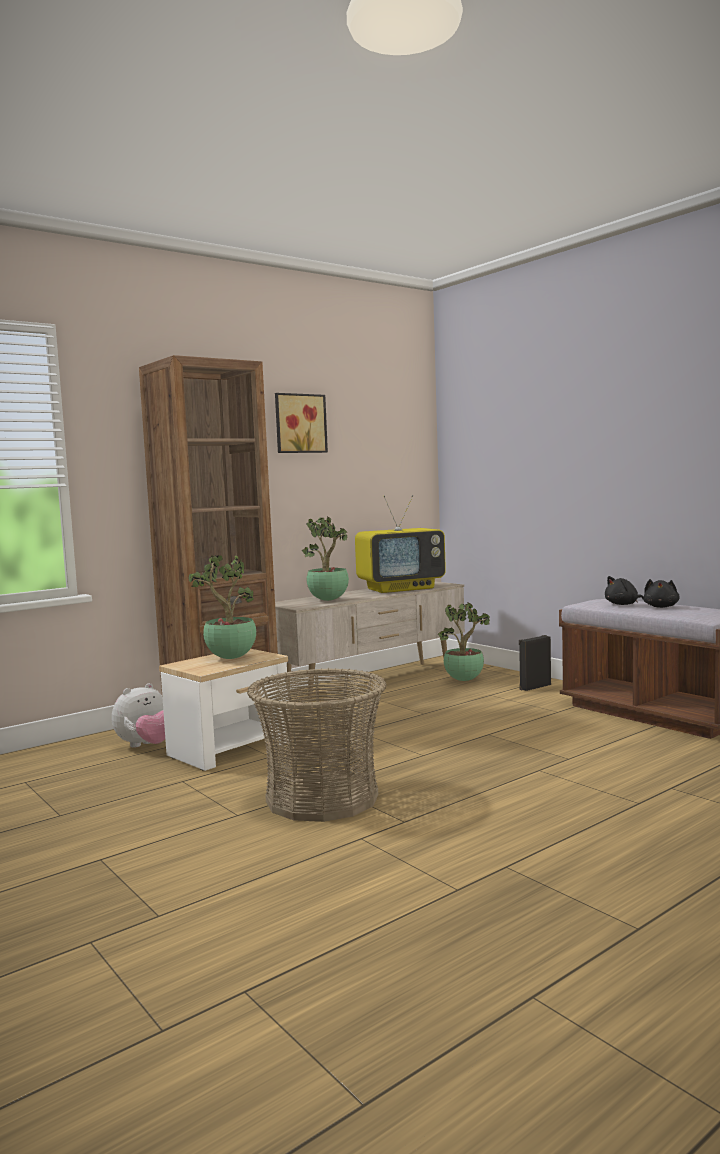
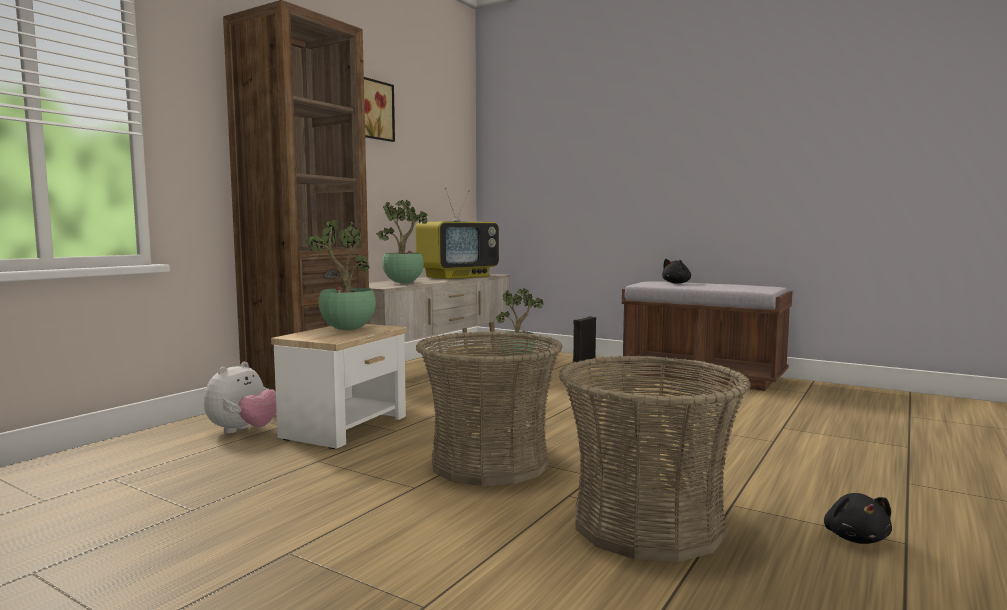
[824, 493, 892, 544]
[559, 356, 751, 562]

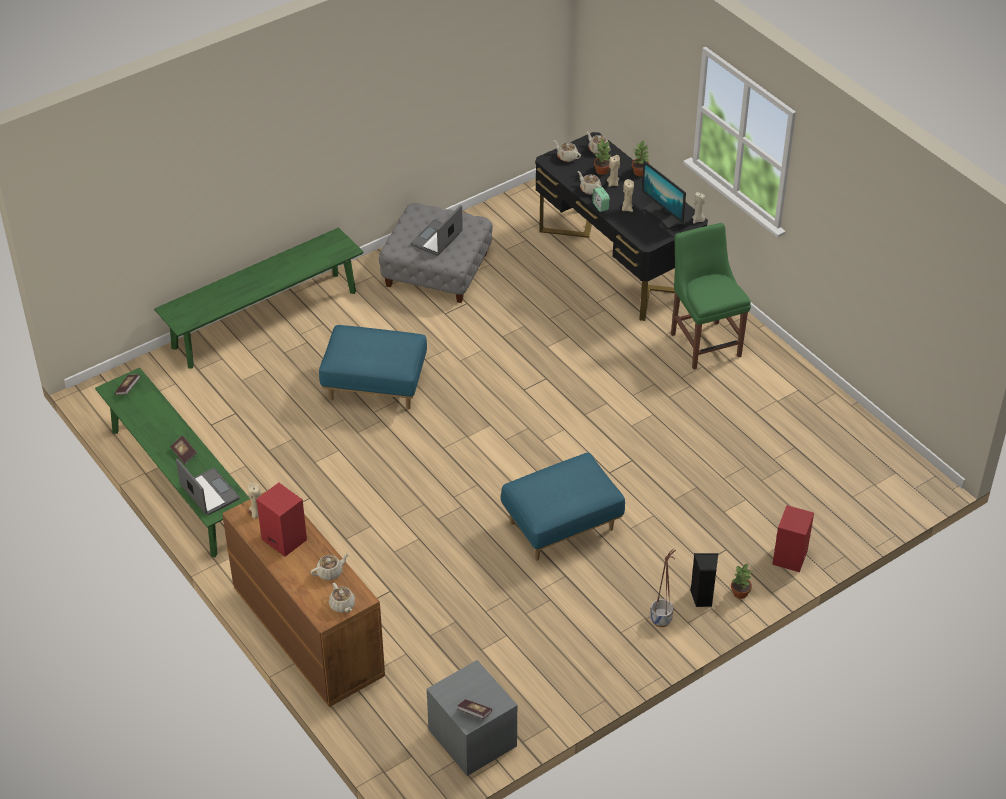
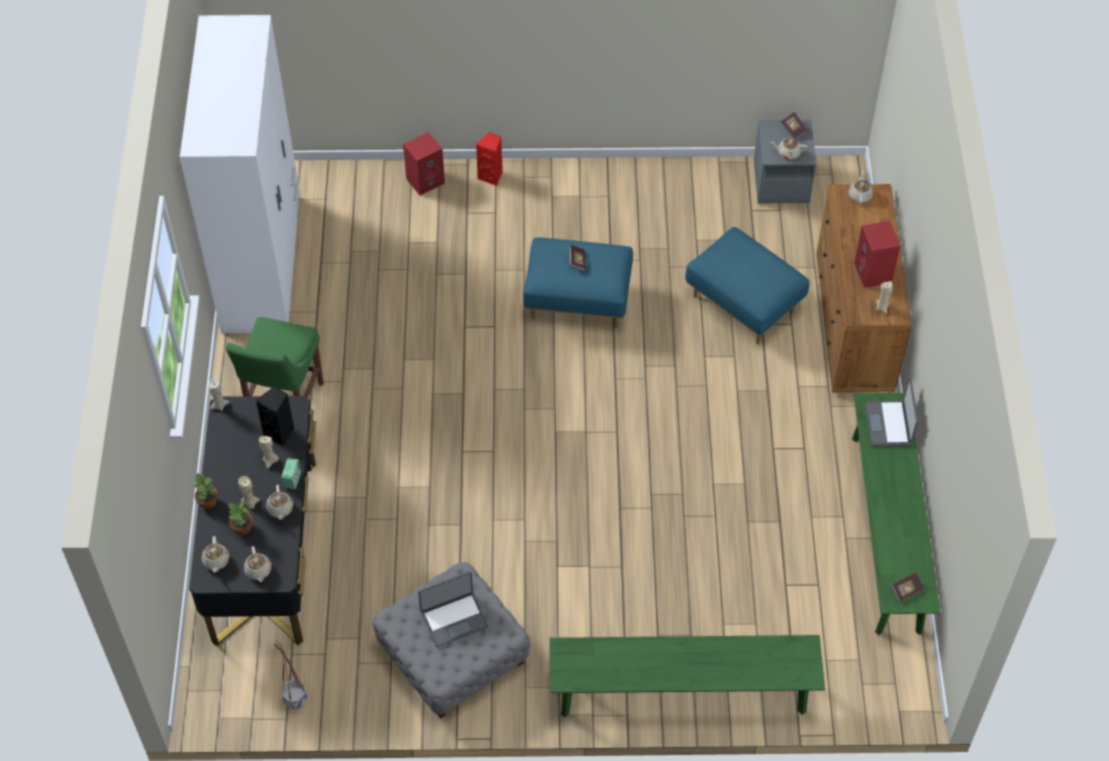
[569, 245, 586, 271]
[771, 137, 808, 160]
[685, 227, 809, 344]
[642, 161, 686, 229] (first image)
[275, 641, 307, 709]
[256, 386, 295, 447]
[476, 132, 503, 186]
[179, 15, 300, 333]

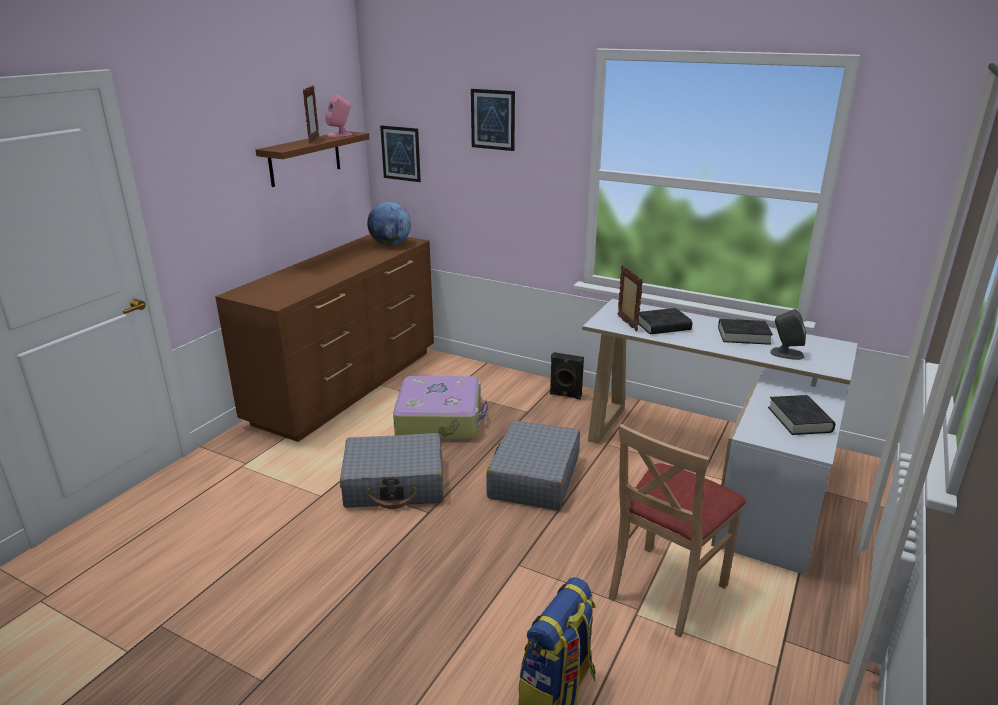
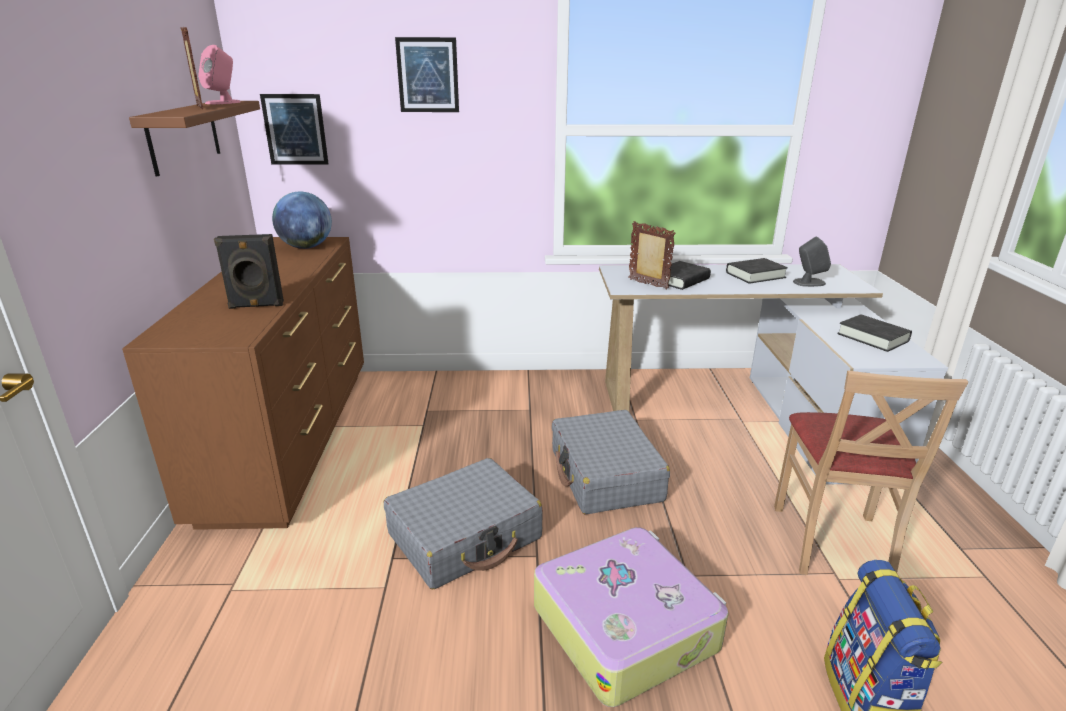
[534, 527, 729, 707]
[214, 234, 284, 309]

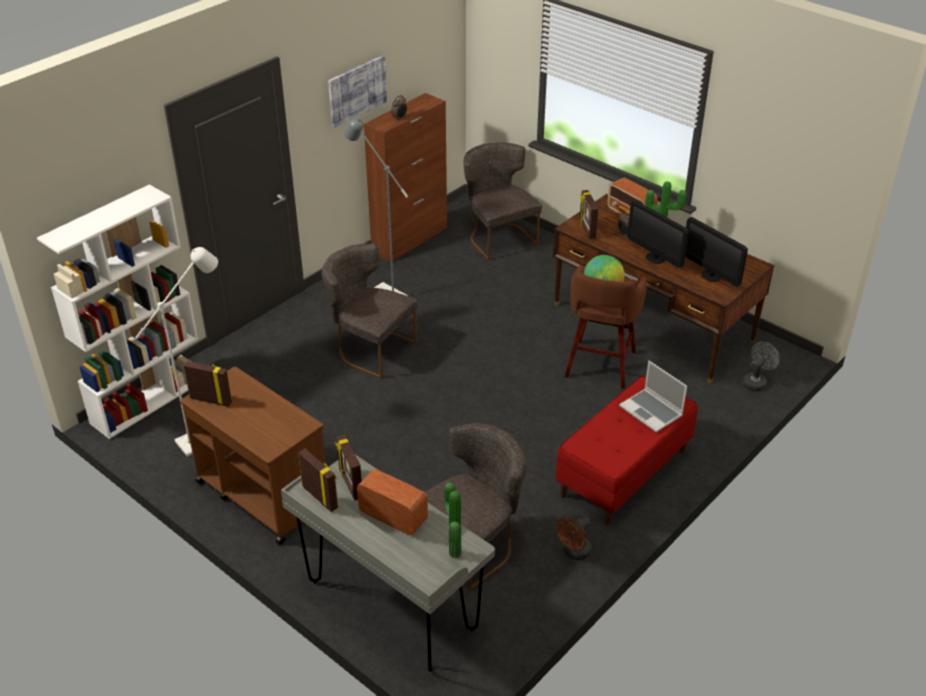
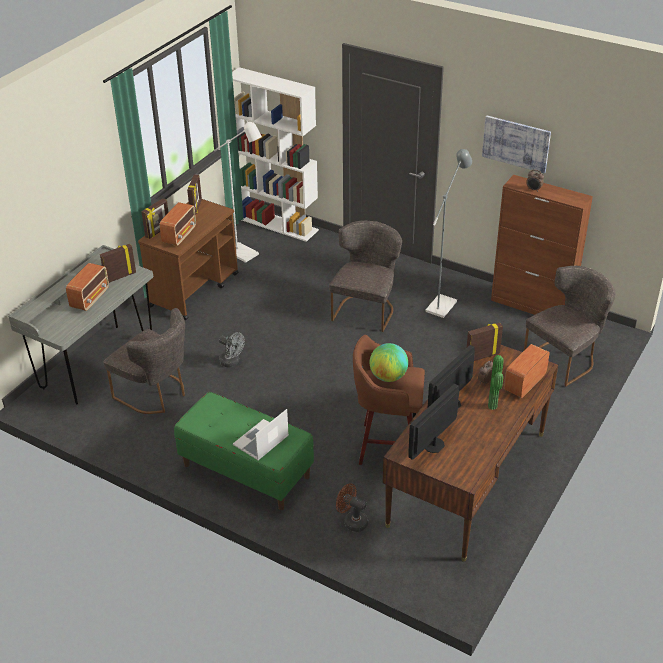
[141, 198, 168, 239]
[444, 483, 461, 558] (first image)
[174, 392, 314, 510]
[336, 483, 368, 532]
[219, 332, 245, 368]
[160, 202, 196, 246]

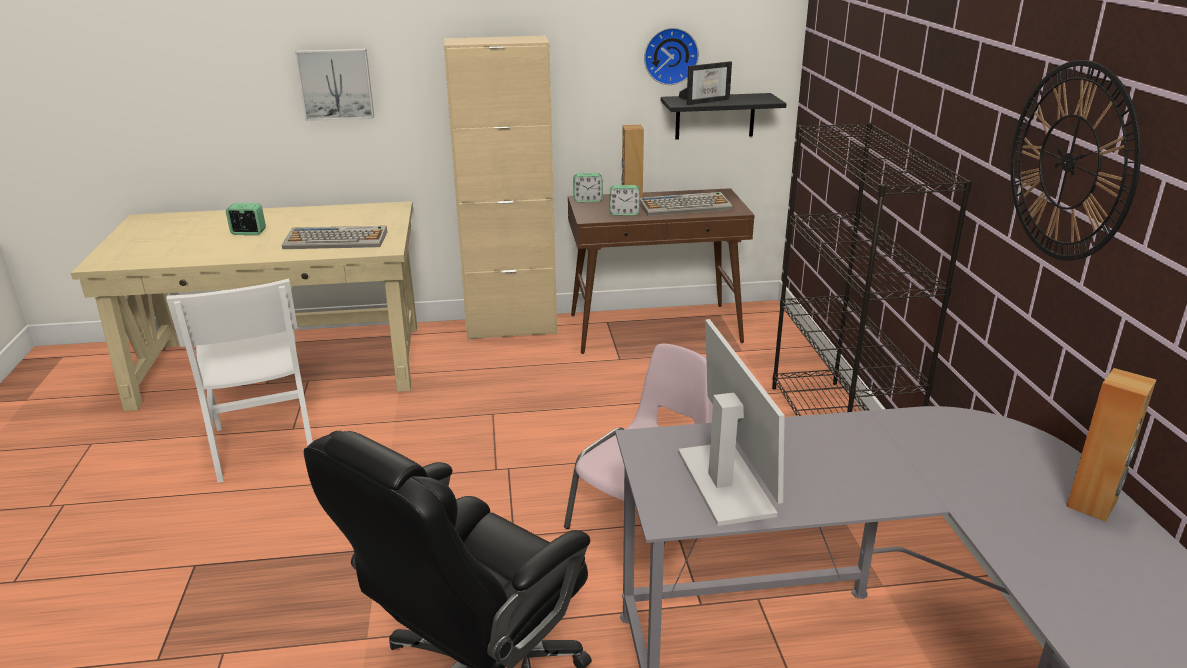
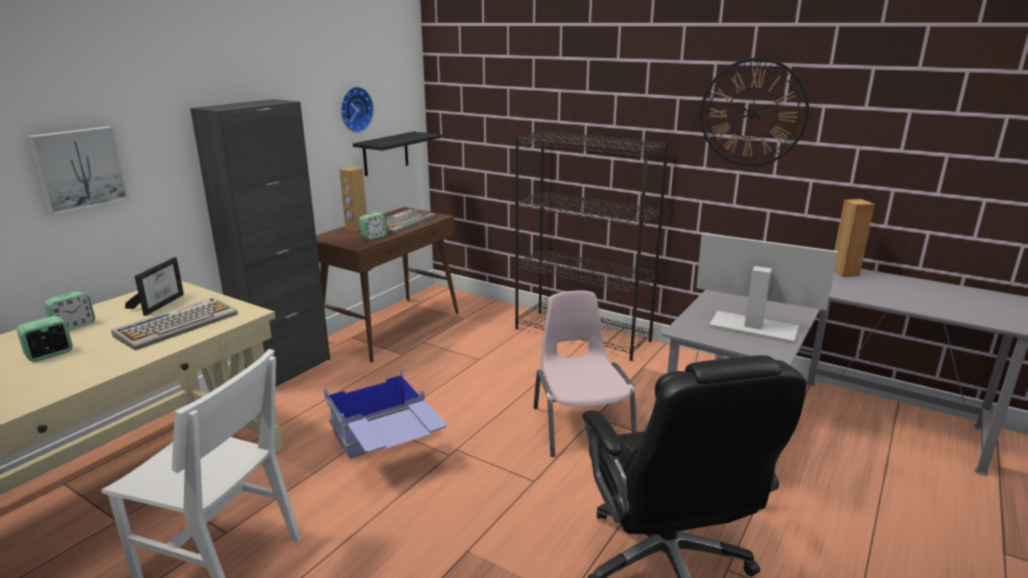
[190, 99, 330, 387]
[44, 291, 95, 331]
[125, 257, 184, 316]
[324, 368, 447, 459]

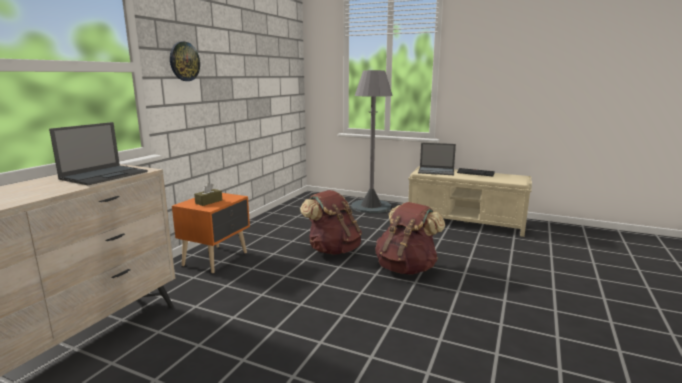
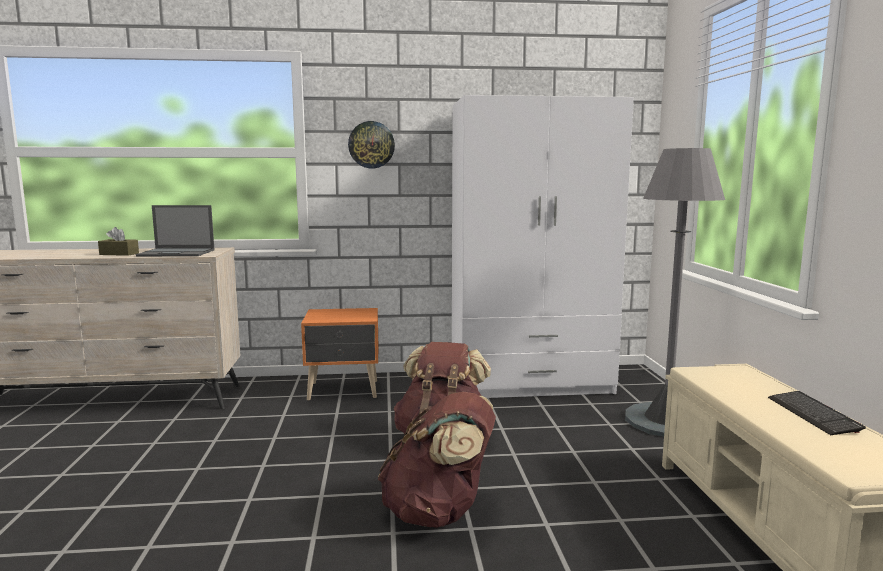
[98, 227, 139, 256]
[418, 143, 456, 175] (first image)
[452, 95, 634, 398]

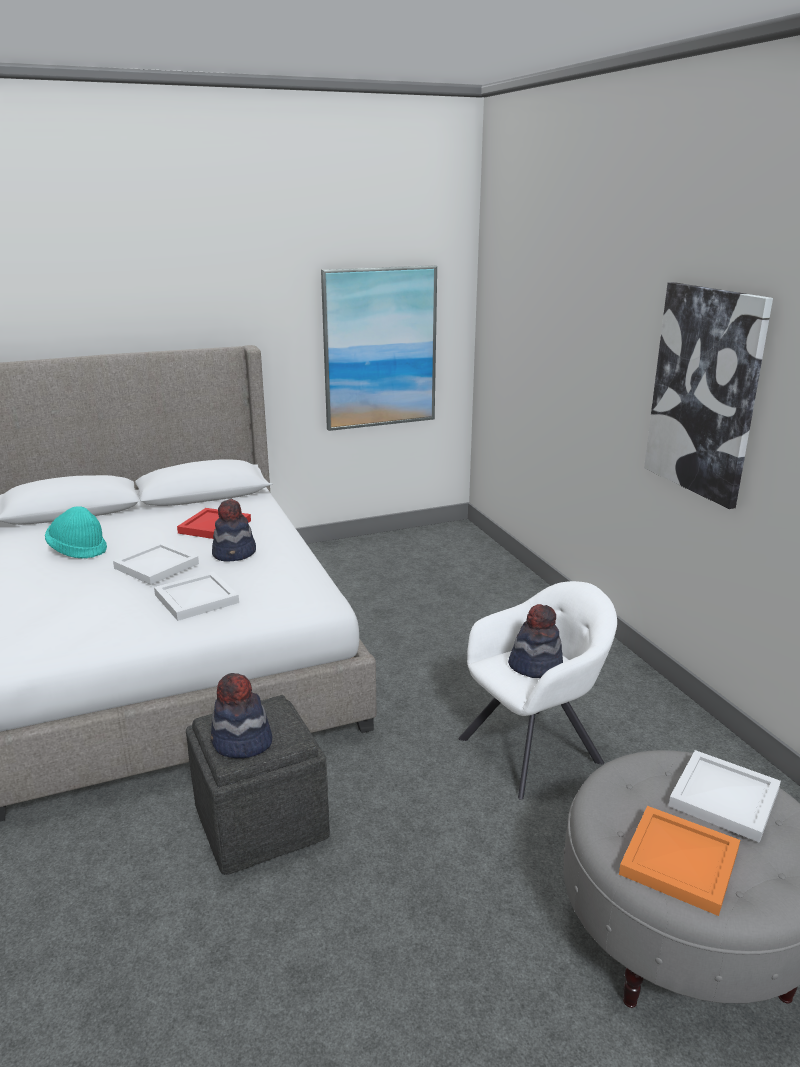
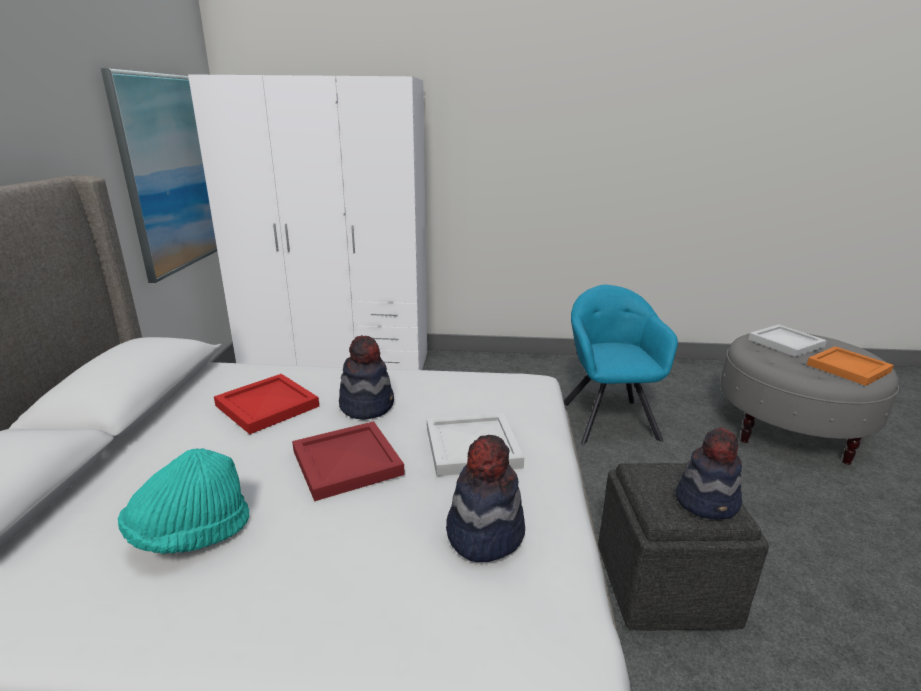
[292, 421, 405, 501]
[564, 285, 678, 445]
[446, 435, 525, 562]
[644, 282, 773, 509] (first image)
[188, 74, 427, 370]

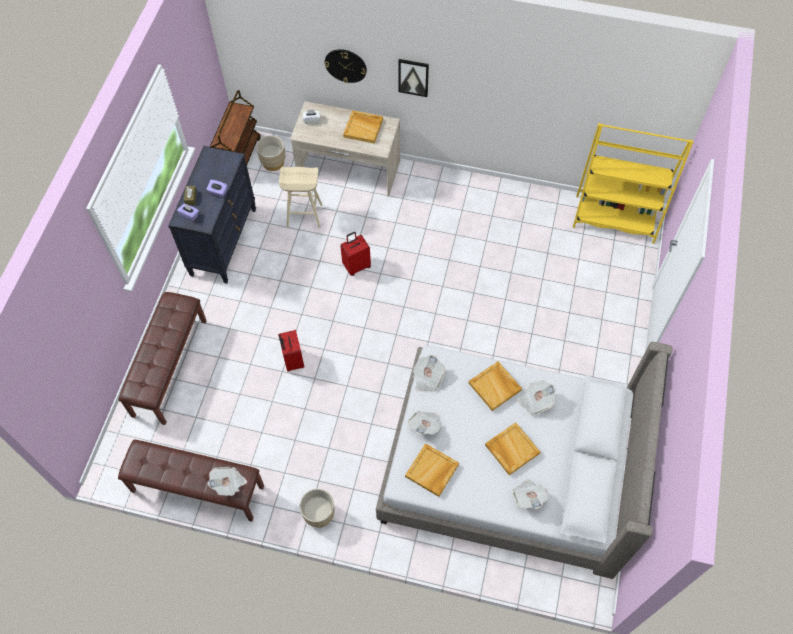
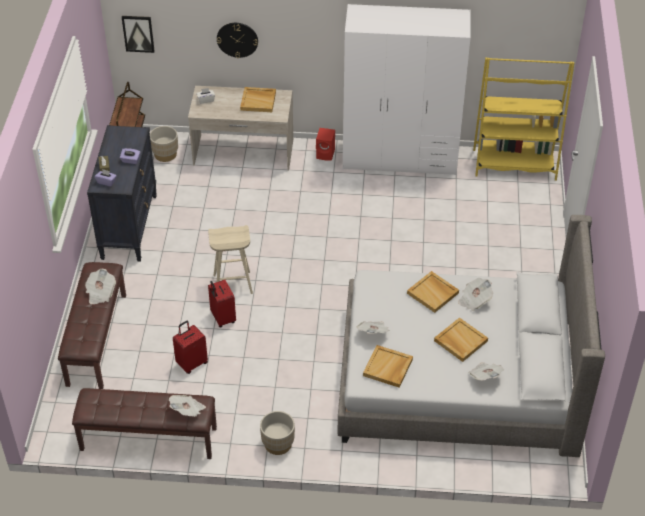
[208, 225, 253, 294]
[173, 321, 208, 374]
[122, 16, 155, 53]
[85, 269, 116, 304]
[316, 128, 335, 161]
[343, 4, 471, 175]

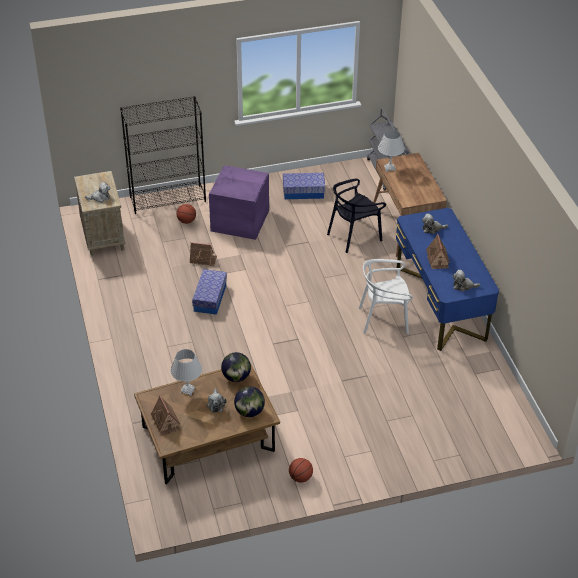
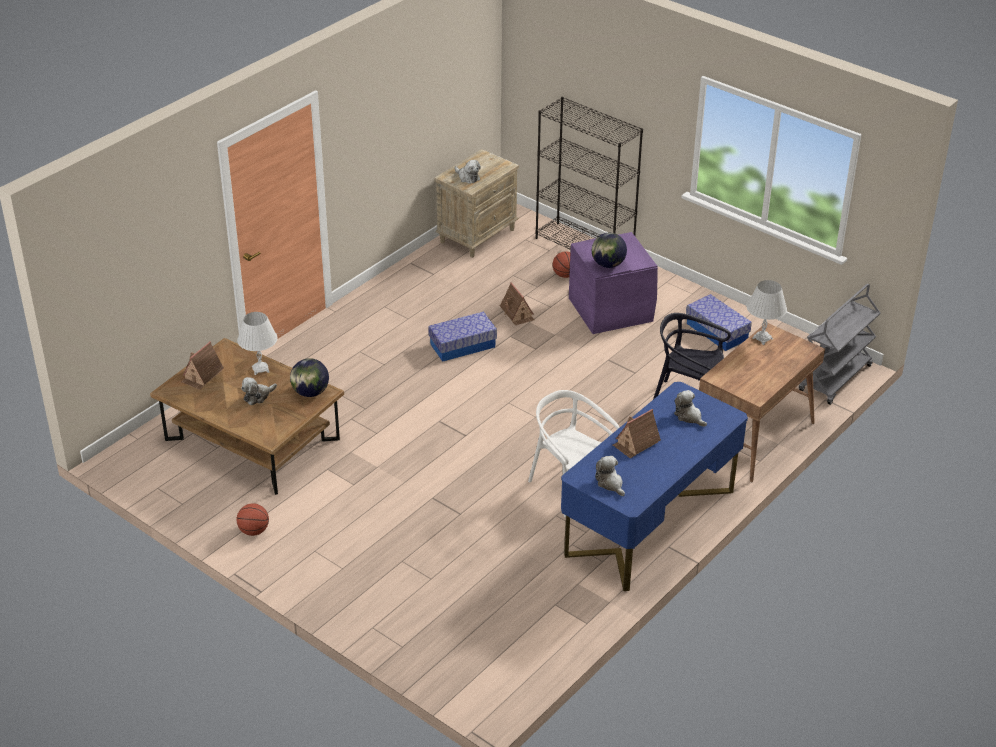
[592, 233, 627, 268]

